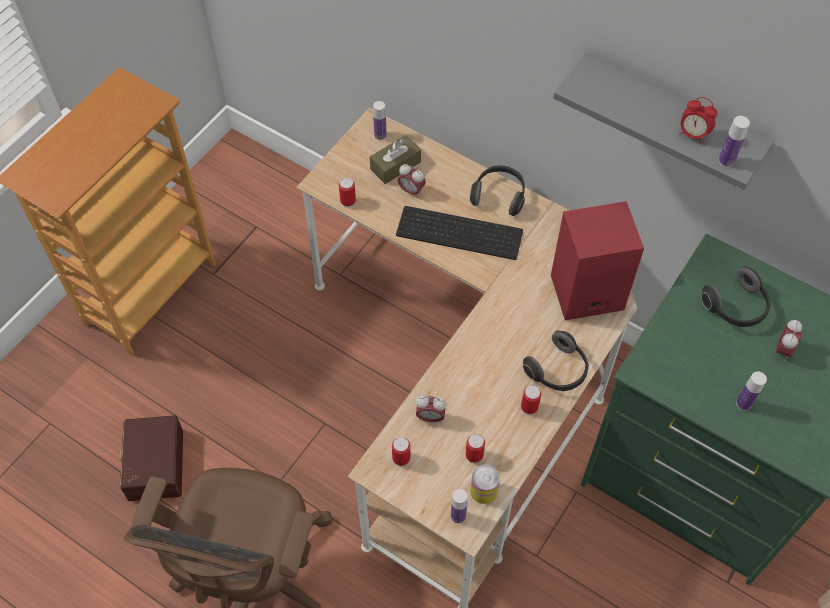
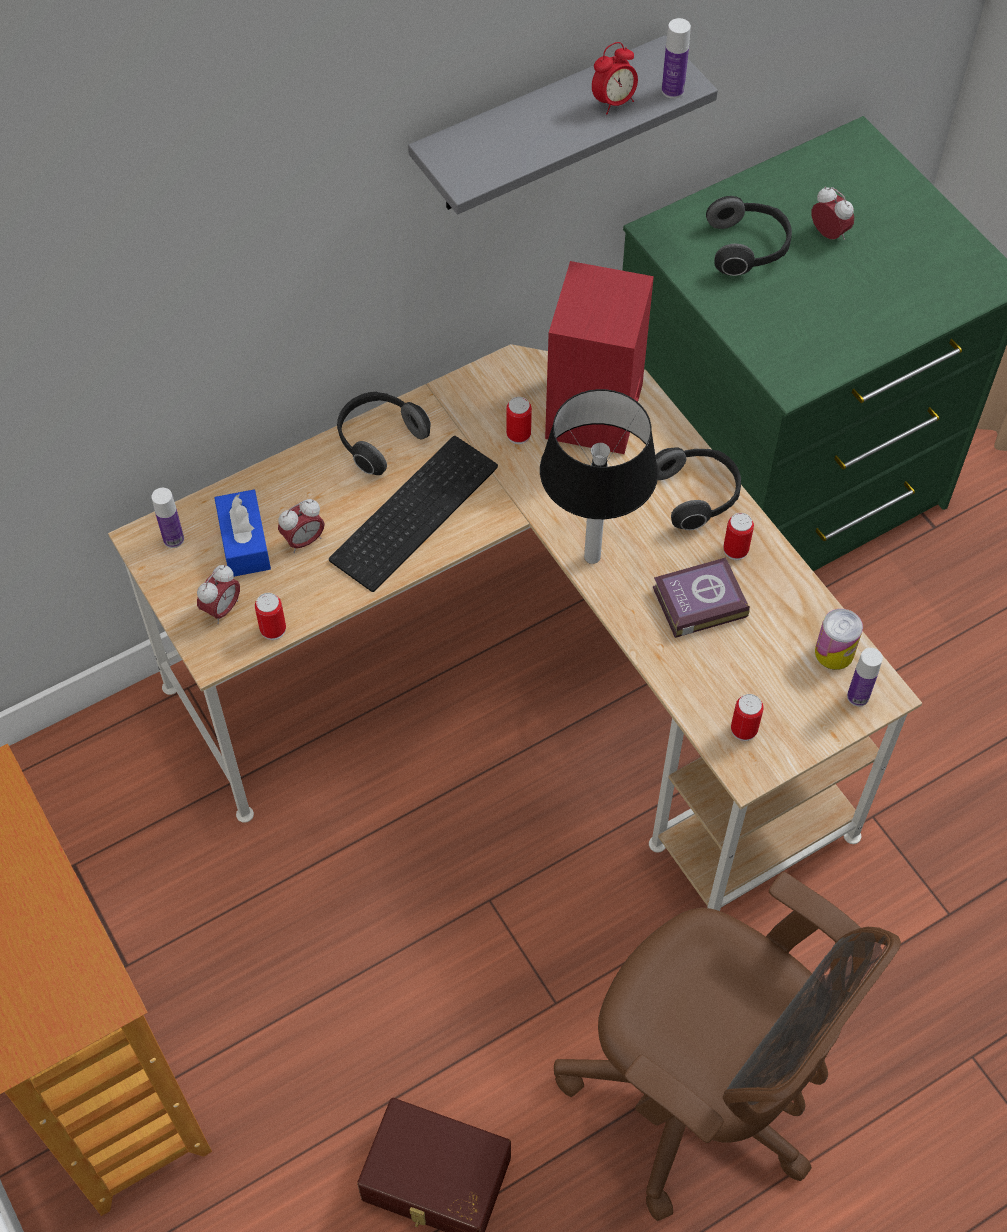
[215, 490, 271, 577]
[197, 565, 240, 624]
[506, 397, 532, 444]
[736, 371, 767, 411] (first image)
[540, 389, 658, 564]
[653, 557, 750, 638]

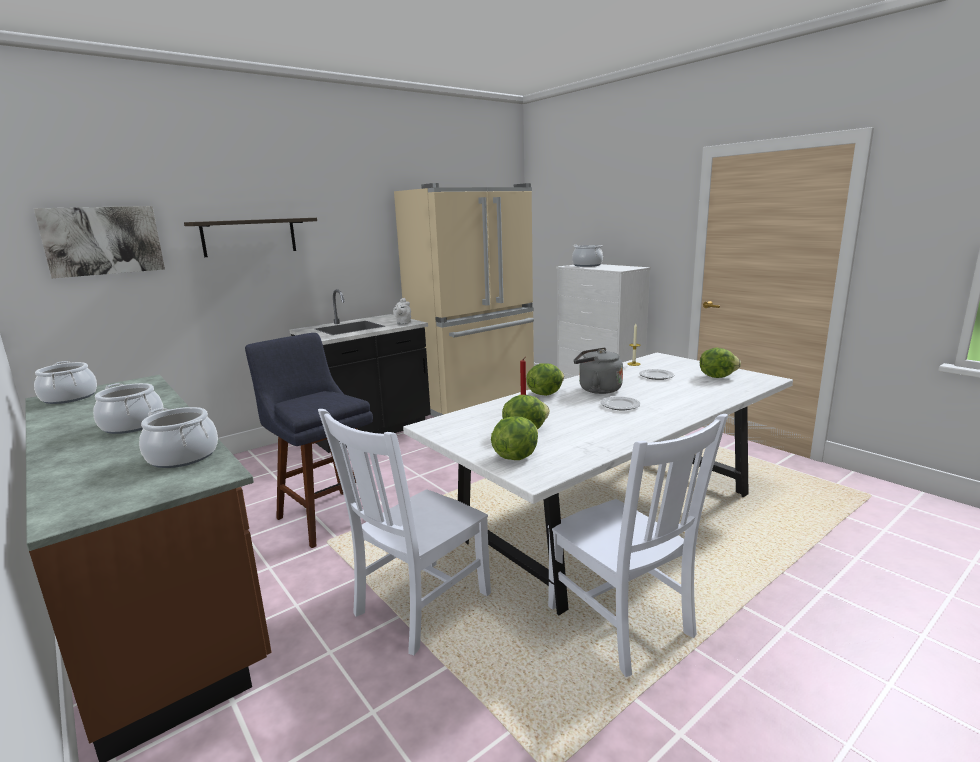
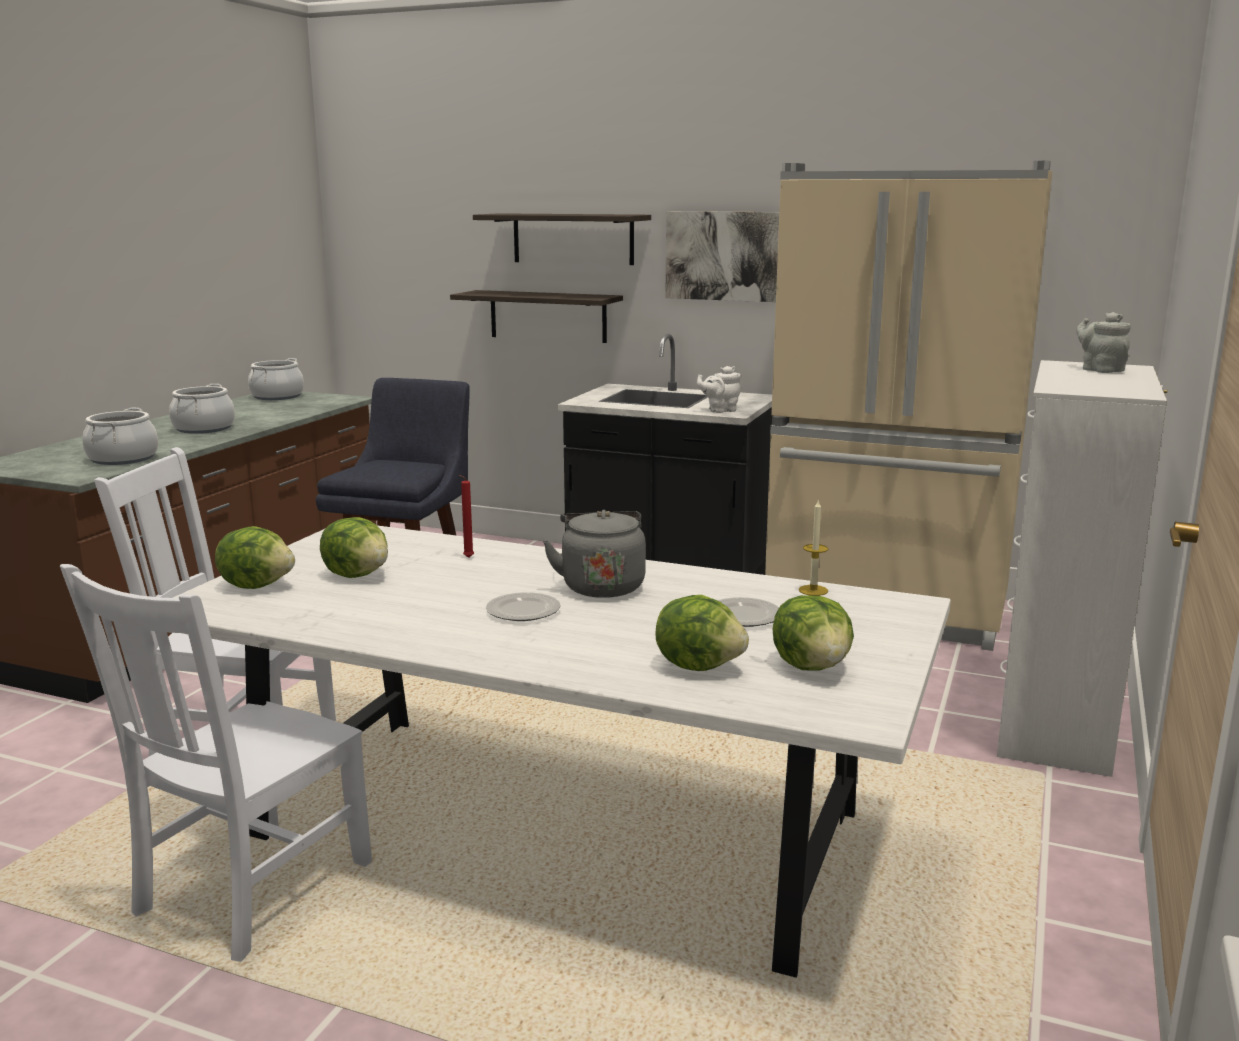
[665, 211, 779, 302]
[655, 595, 749, 671]
[1076, 312, 1131, 373]
[450, 290, 623, 343]

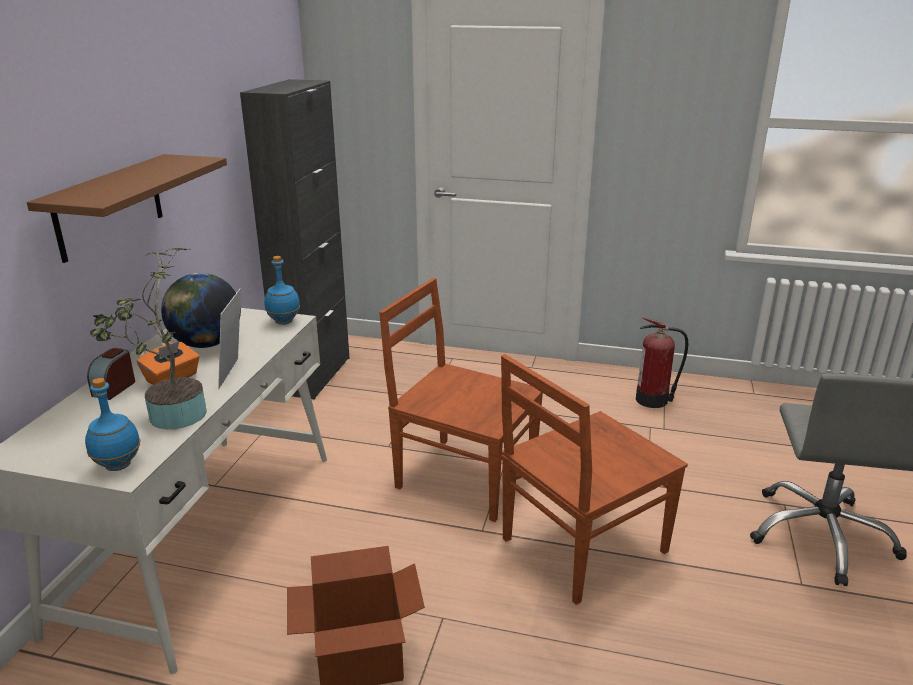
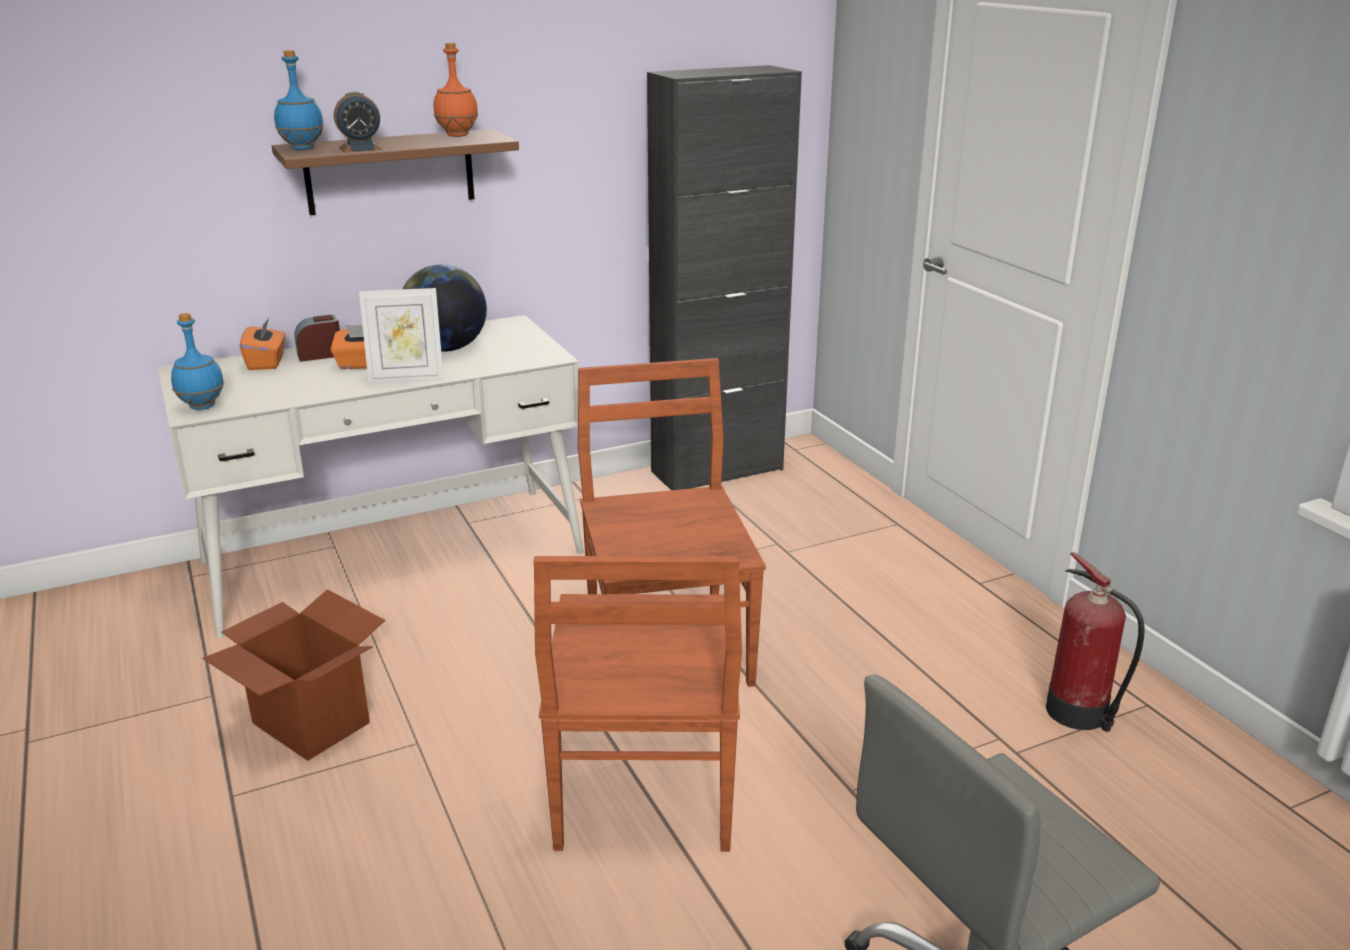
[90, 248, 207, 429] (first image)
[359, 288, 444, 385]
[274, 50, 324, 150]
[533, 556, 742, 852]
[240, 318, 285, 370]
[334, 91, 383, 153]
[433, 43, 478, 137]

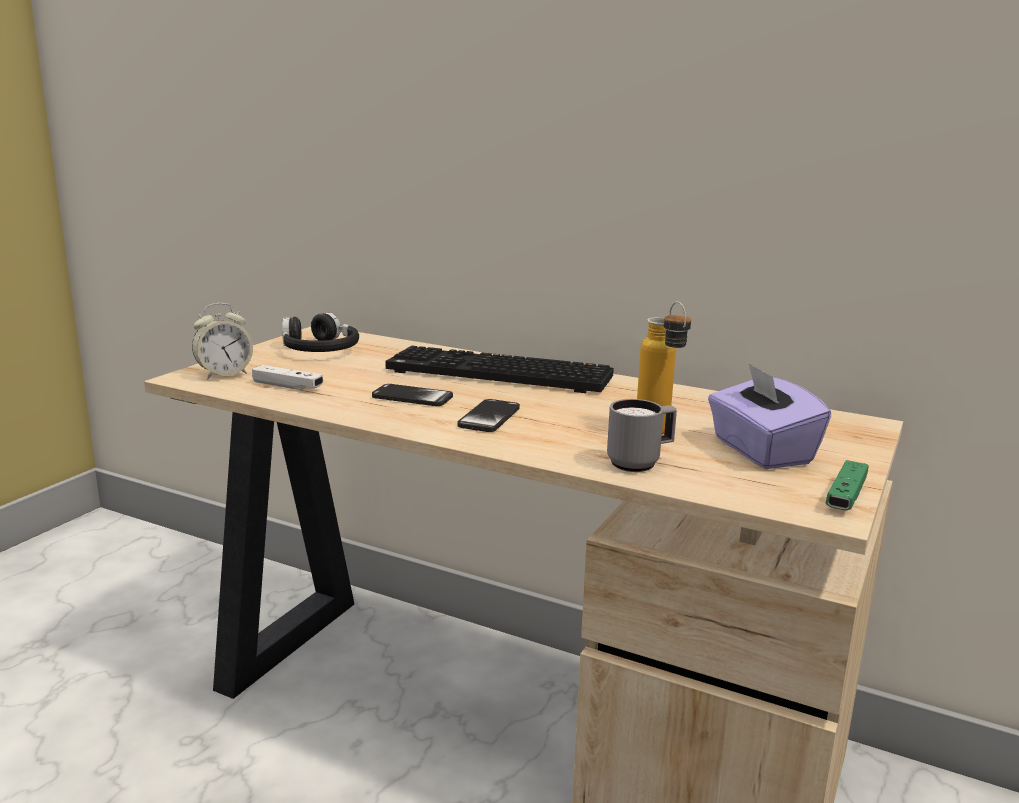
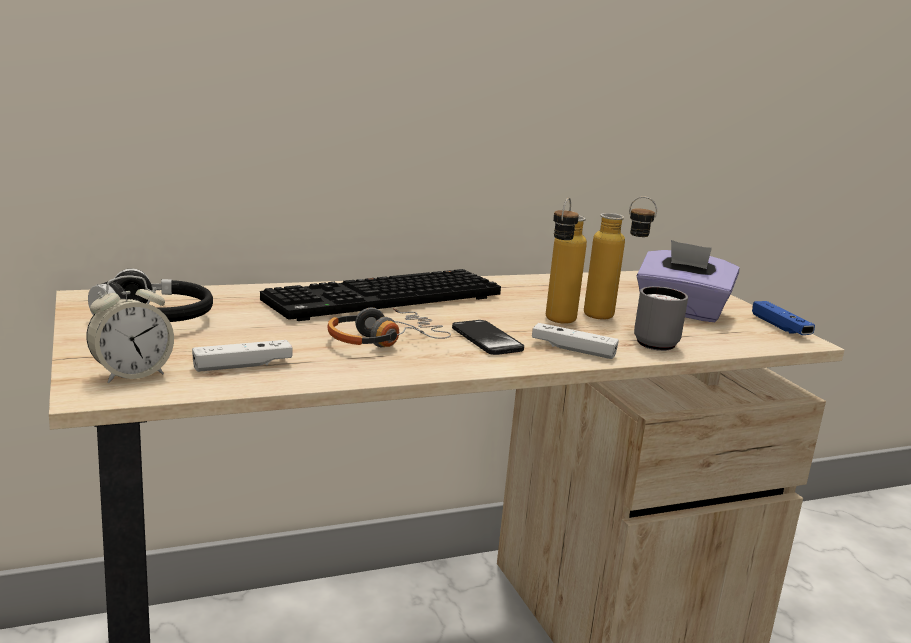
[86, 275, 174, 384]
[327, 307, 451, 348]
[752, 301, 815, 335]
[532, 323, 619, 359]
[546, 198, 587, 324]

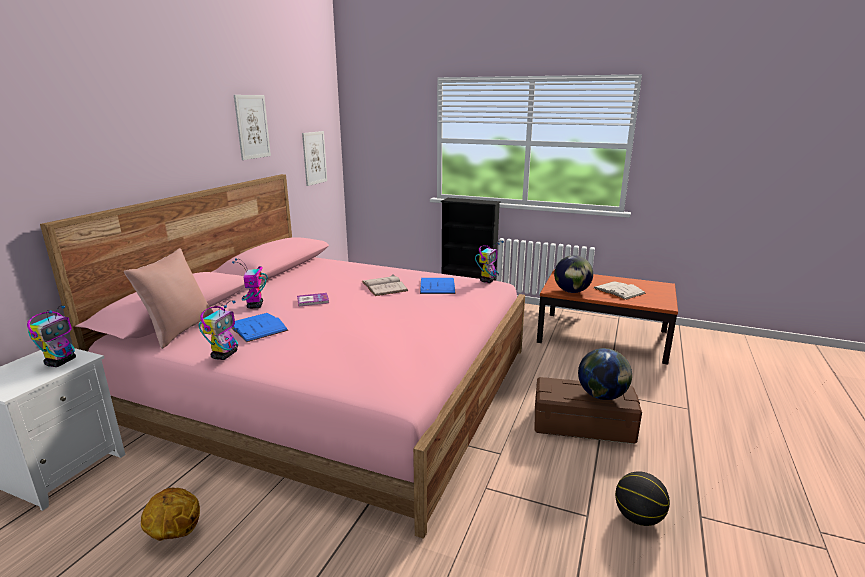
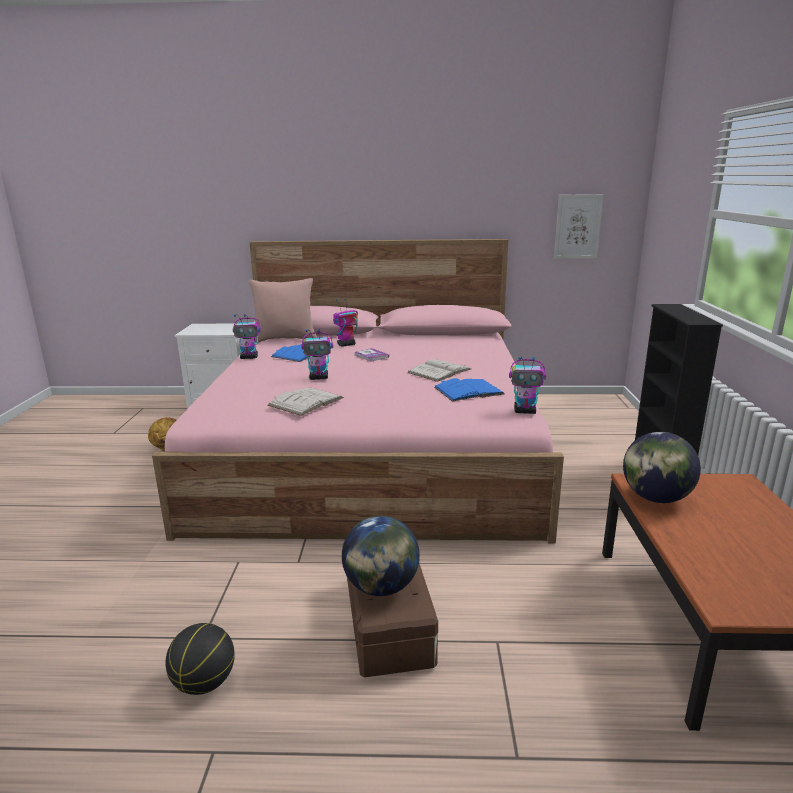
[301, 329, 333, 380]
[234, 95, 271, 160] (first image)
[267, 387, 344, 416]

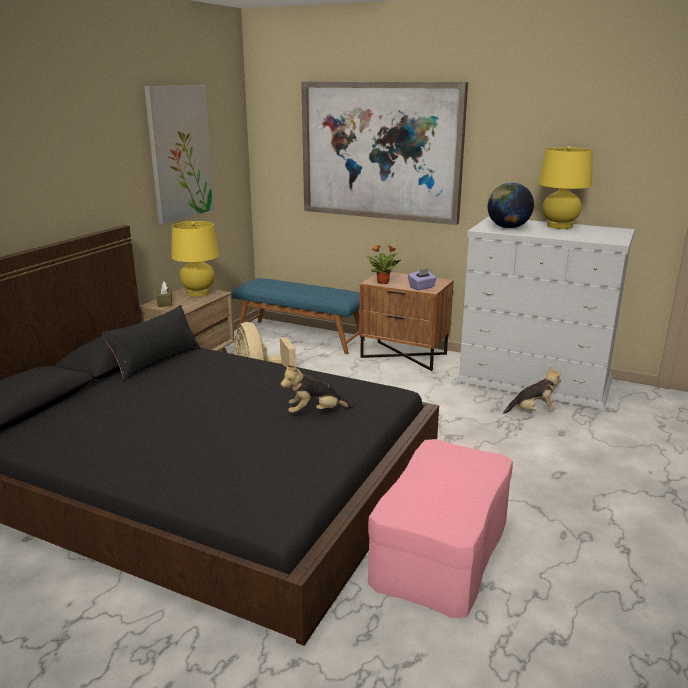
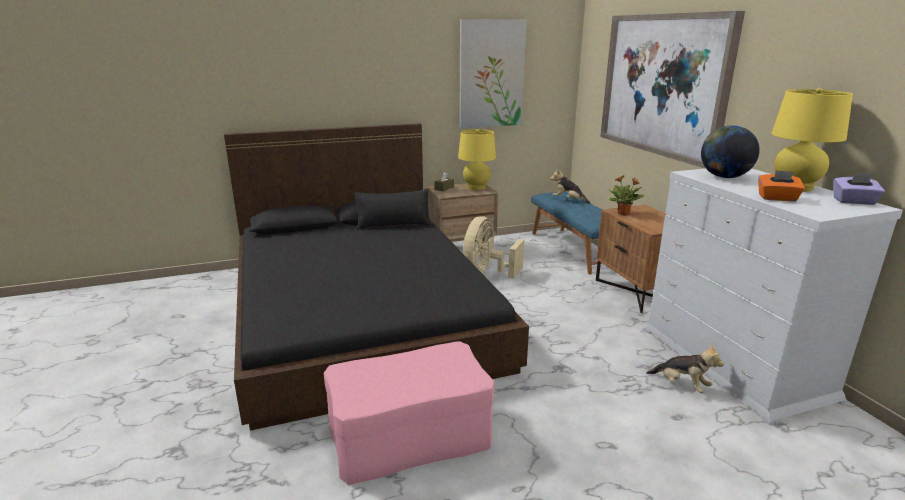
[550, 168, 590, 204]
[833, 173, 885, 205]
[758, 170, 805, 201]

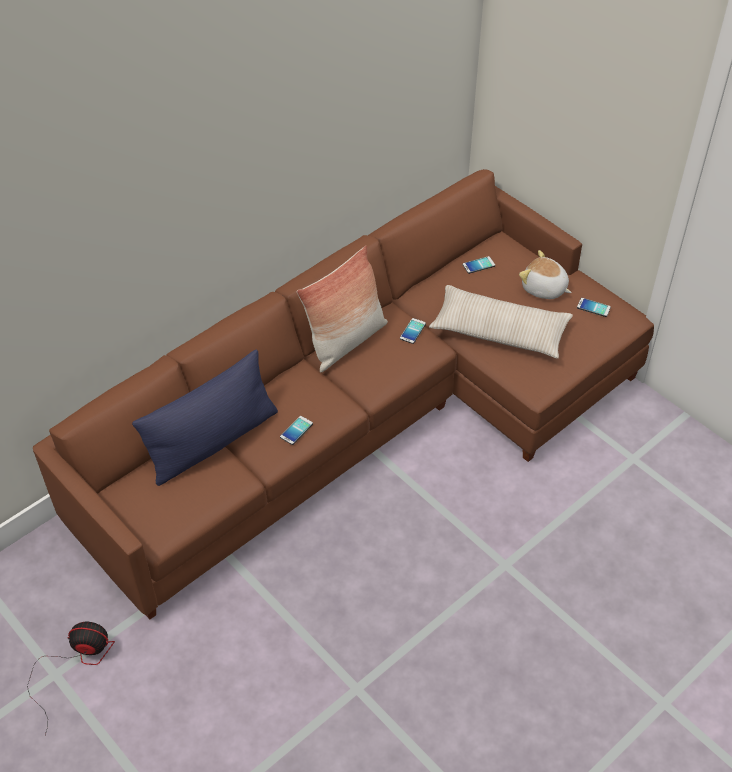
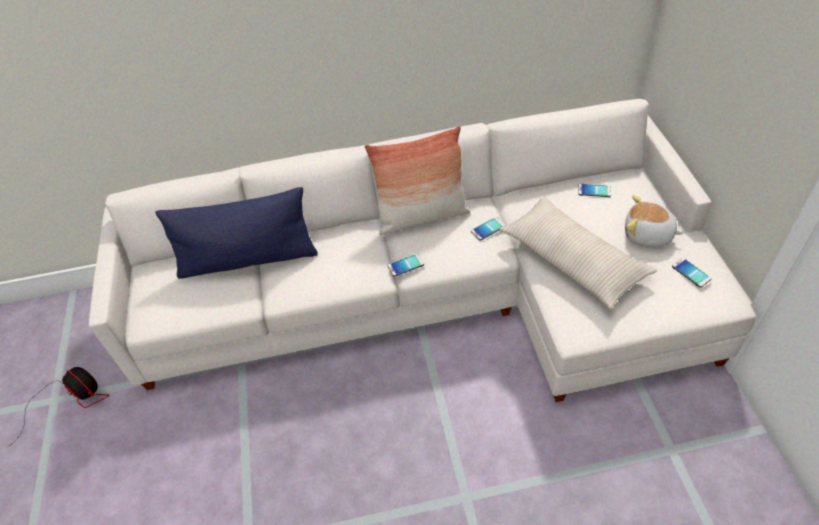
[89, 99, 756, 402]
[388, 254, 424, 277]
[625, 195, 684, 247]

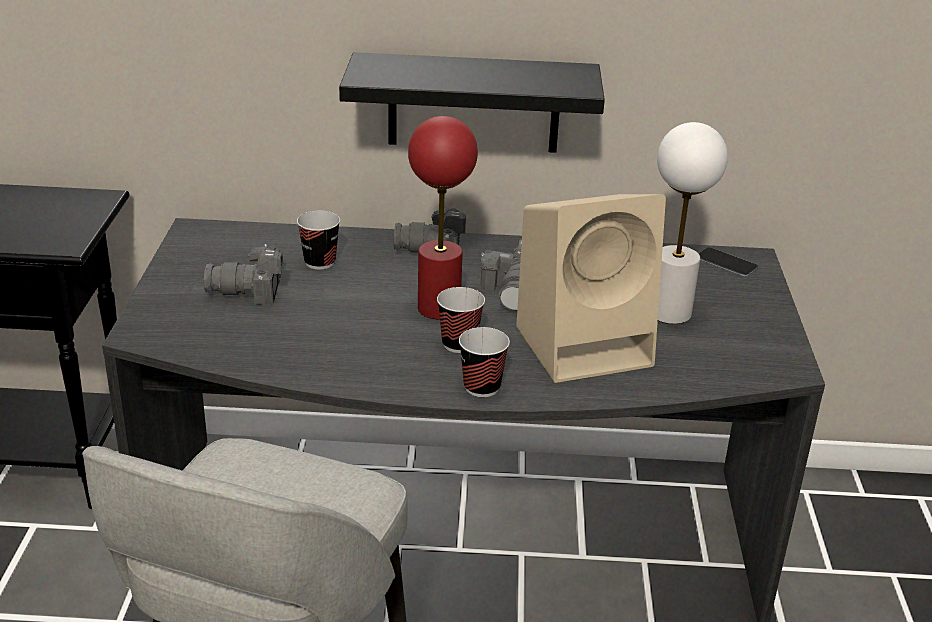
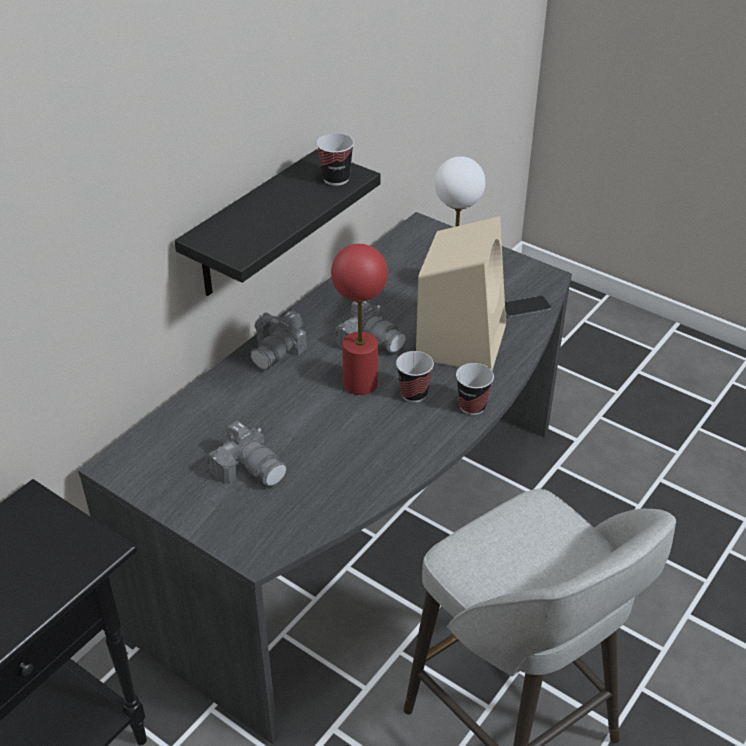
[206, 421, 287, 486]
[317, 133, 354, 186]
[505, 296, 551, 317]

